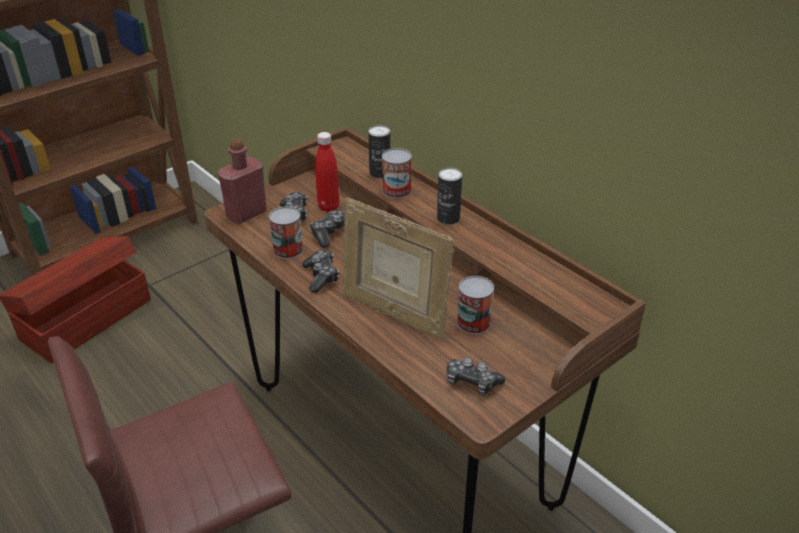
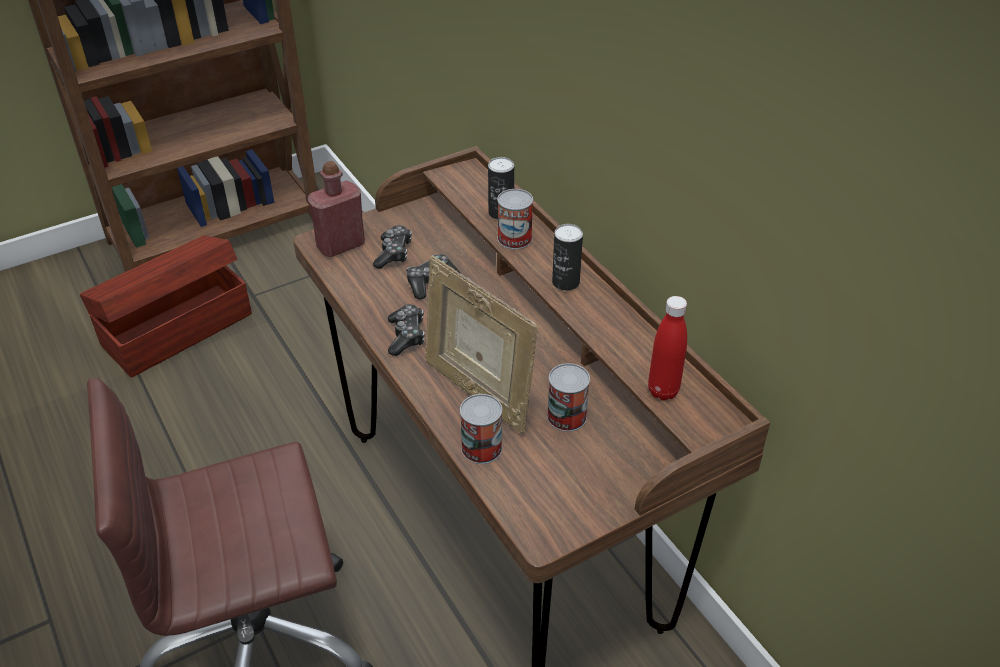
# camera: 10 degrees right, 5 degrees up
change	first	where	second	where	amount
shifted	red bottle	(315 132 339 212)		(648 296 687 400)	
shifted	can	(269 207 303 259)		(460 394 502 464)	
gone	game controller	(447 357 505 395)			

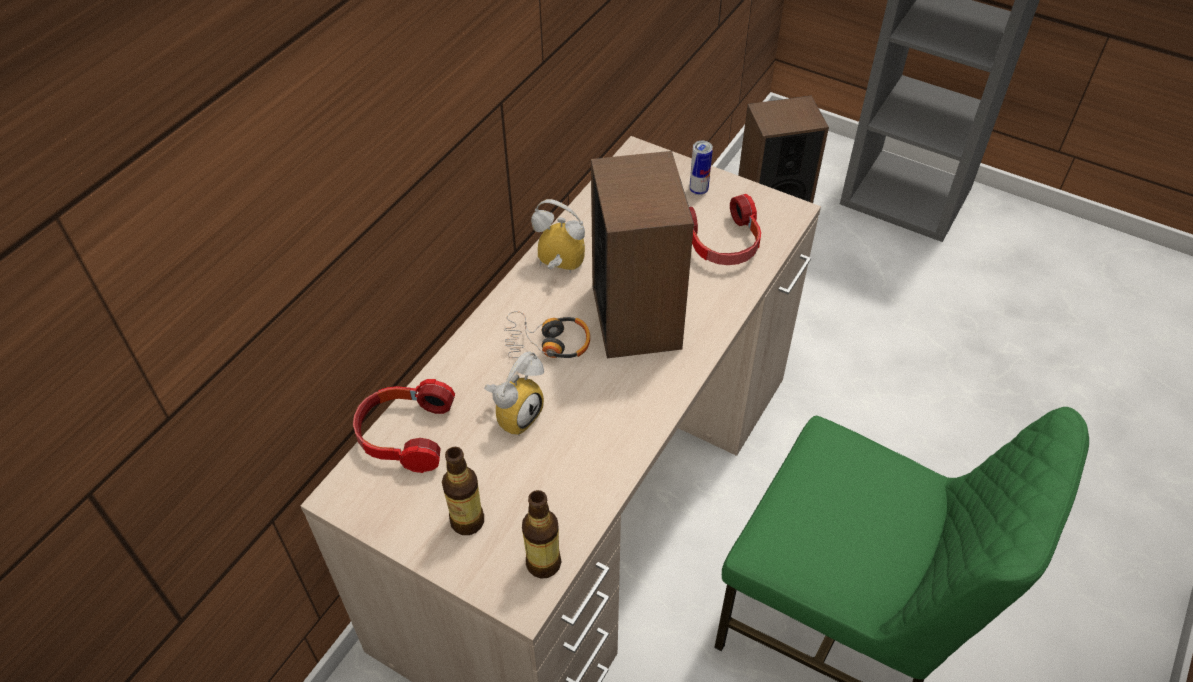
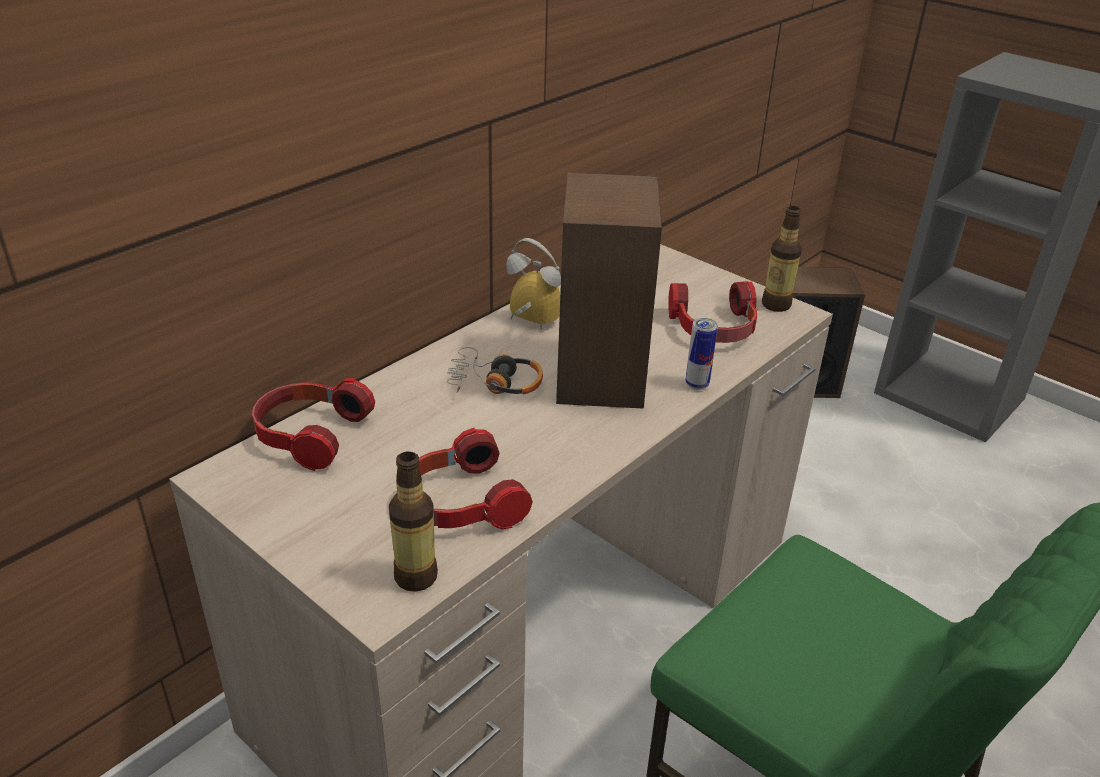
# camera: 10 degrees right, 15 degrees down
change	first	where	second	where	amount
shifted	can	(689 141 713 195)		(685 318 718 390)	
gone	alarm clock	(484 352 544 436)			
shifted	bottle	(442 447 484 535)		(762 206 802 312)	
new			headphones	(419 428 533 530)	

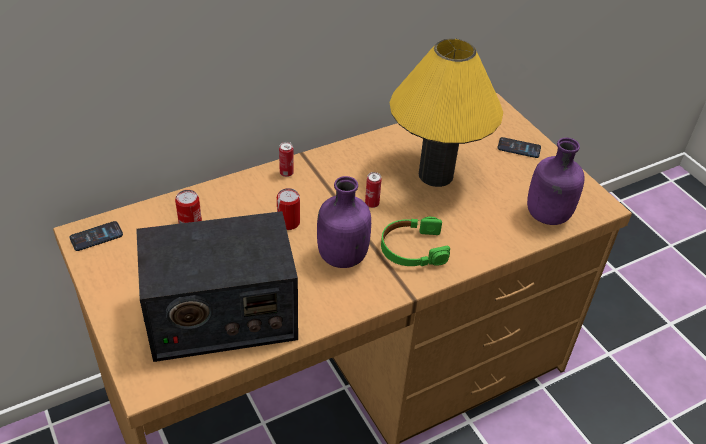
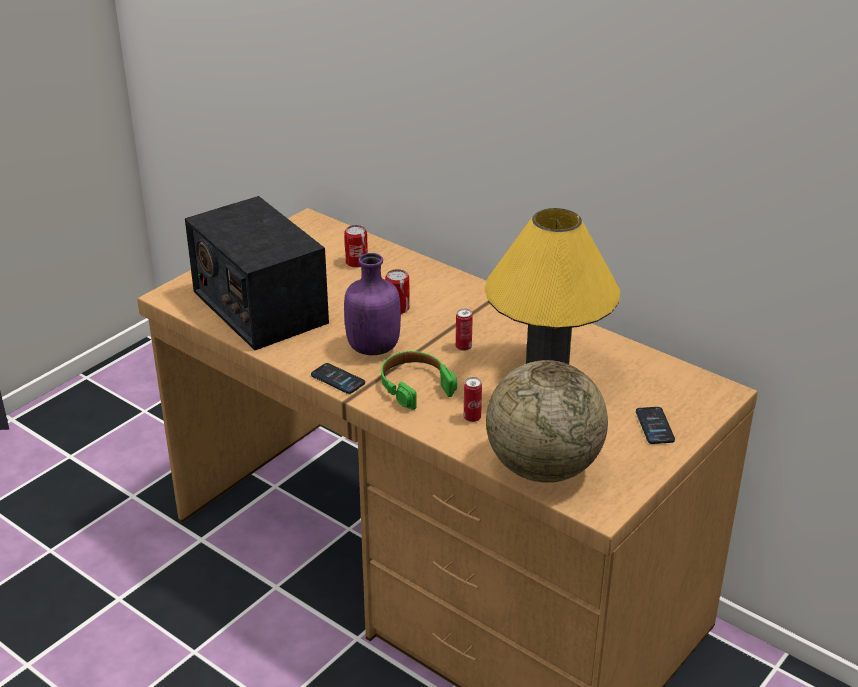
# camera: 70 degrees right, 10 degrees down
change	first	where	second	where	amount
swapped	purple bottle	(527 138 585 225)	globe	(486 360 608 483)	
shifted	can	(279 142 294 177)		(464 377 482 422)	
shifted	phone	(70 221 123 251)		(311 363 365 394)	

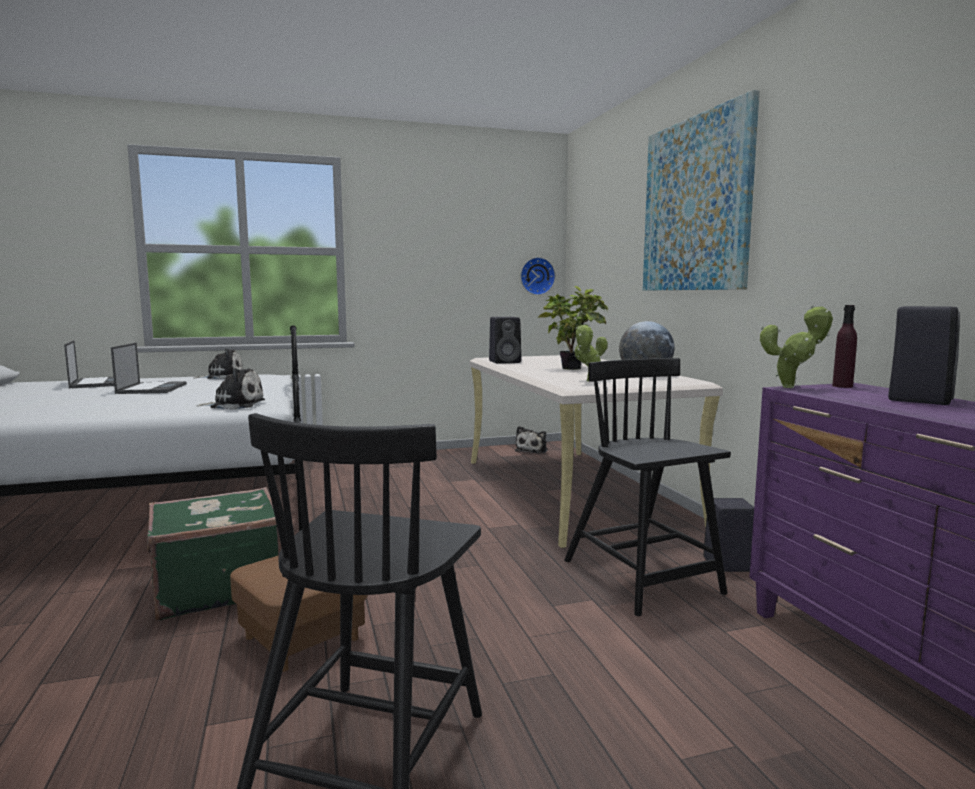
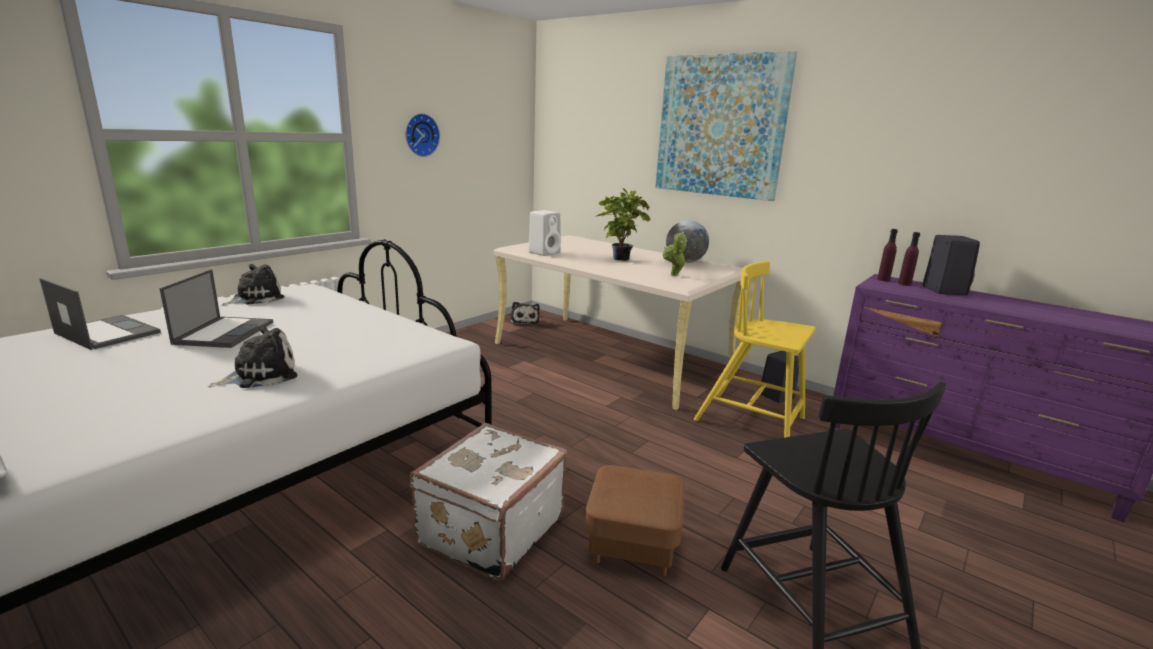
# camera: 35 degrees left, 10 degrees up
change	first	where	second	where	amount
shifted	wall clock	(521 257 555 295)		(405 113 440 157)	
gone	potted plant	(760 306 833 388)			
repainted	black speaker	(489 317 521 364)	white speaker	(529 210 561 256)	
rotated	laptop	(111 343 187 394)		(159 269 273 348)	45 degrees clockwise
repainted	black chair	(564 358 731 616)	yellow chair	(694 261 816 438)	
shifted	plush toy	(197 368 265 410)		(208 325 297 388)	
repainted	green suitcase	(147 487 282 621)	white suitcase	(410 423 567 581)	
new			purple bottle	(898 232 920 286)	

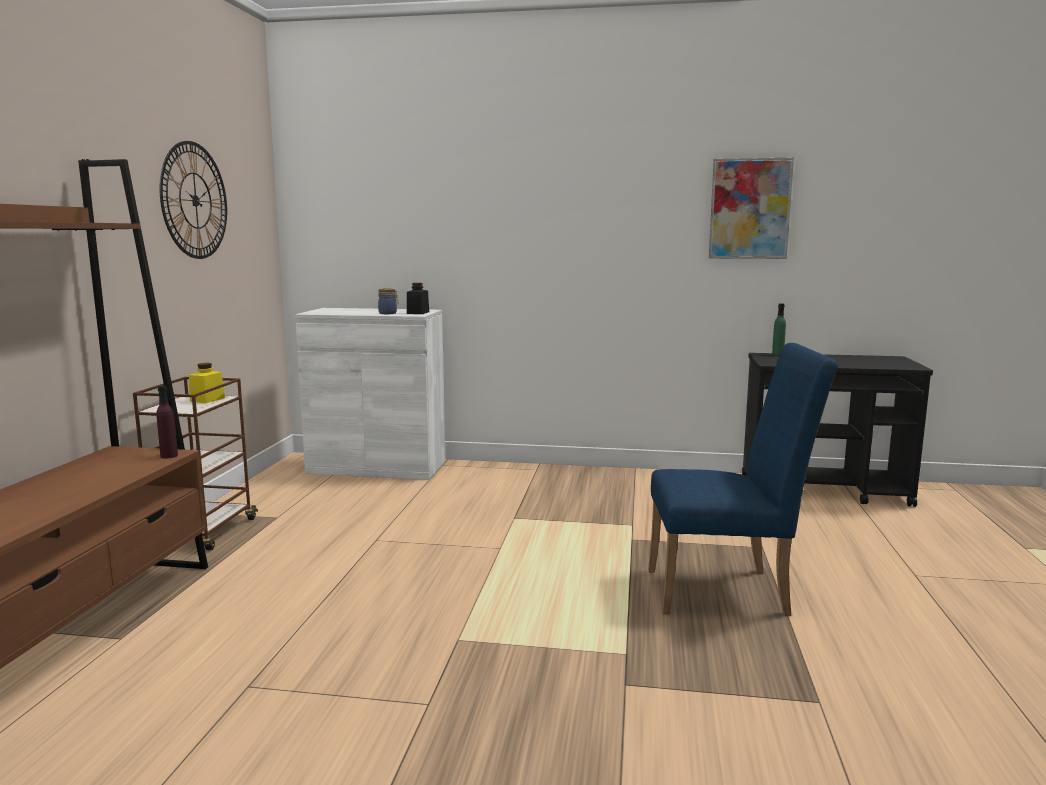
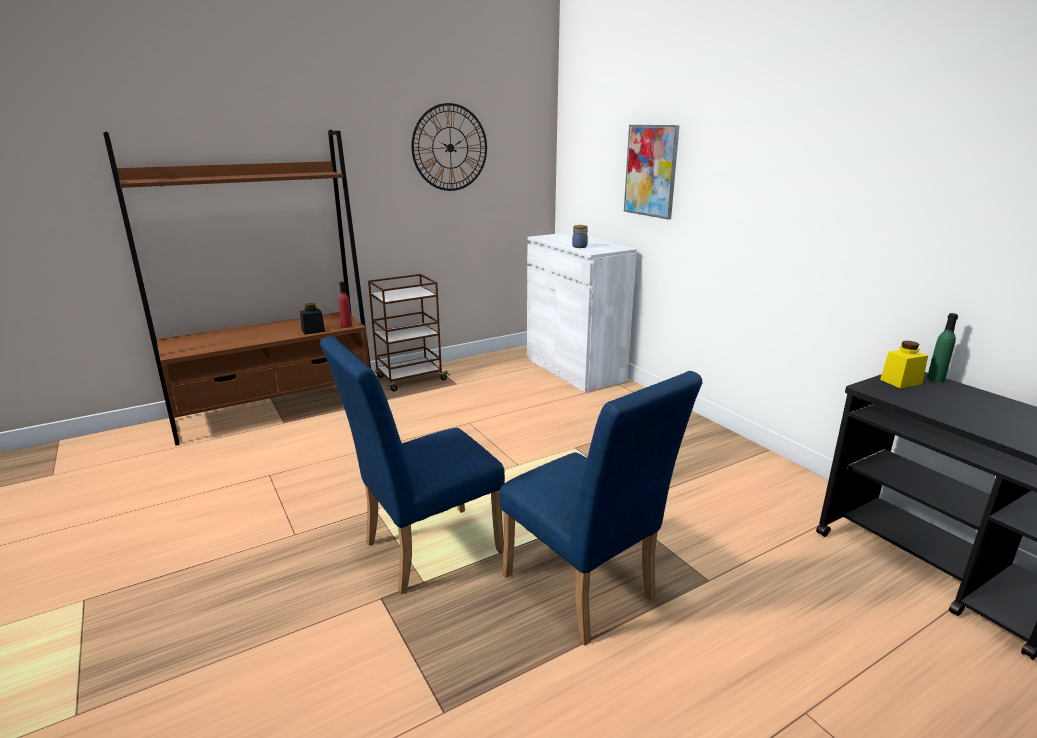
# camera: 50 degrees right, 10 degrees up
change	first	where	second	where	amount
shifted	picture	(709 158 794 259)		(624 125 680 220)	
shifted	black jar	(407 283 429 314)		(300 303 325 335)	
shifted	yellow jar	(189 363 225 403)		(880 341 928 388)	
repainted	purple bottle	(156 386 178 458)	red bottle	(339 282 352 328)	
new			blue chair	(320 336 505 594)	

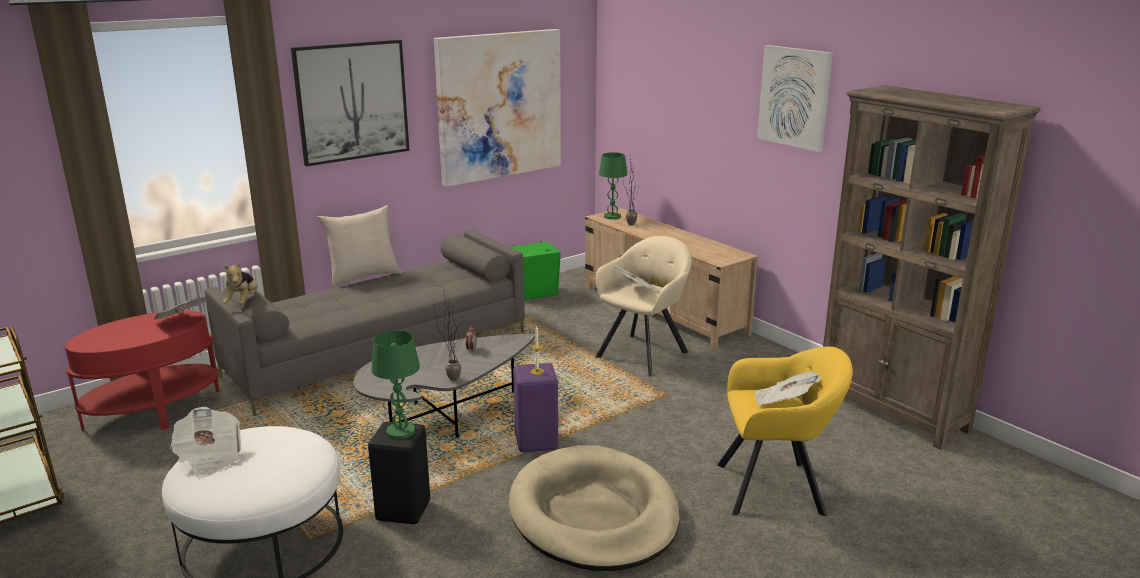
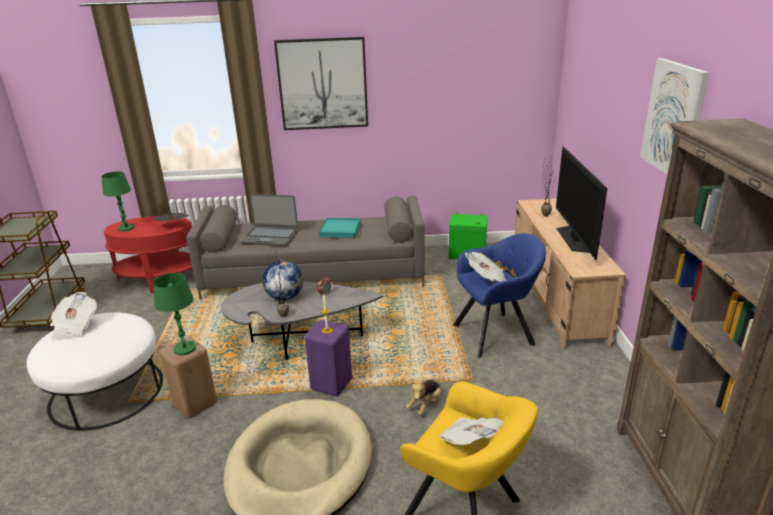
# camera: 35 degrees right, 5 degrees up
change	first	where	second	where	amount
gone	picture	(434 29 561 187)			
shifted	green table lamp	(599 152 628 219)		(101 171 134 232)	
gone	beige pillow	(318 205 402 287)			
repainted	beige armchair	(595 236 692 377)	blue armchair	(453 233 546 358)	
shifted	plush toy	(223 261 258 305)		(406 380 441 415)	
repainted	black stool	(368 421 430 524)	beige stool	(159 337 217 418)	
new			television	(556 147 607 260)	
new			laptop	(241 194 298 246)	
new			turquoise tray	(319 218 361 238)	
new			globe	(262 260 303 300)	

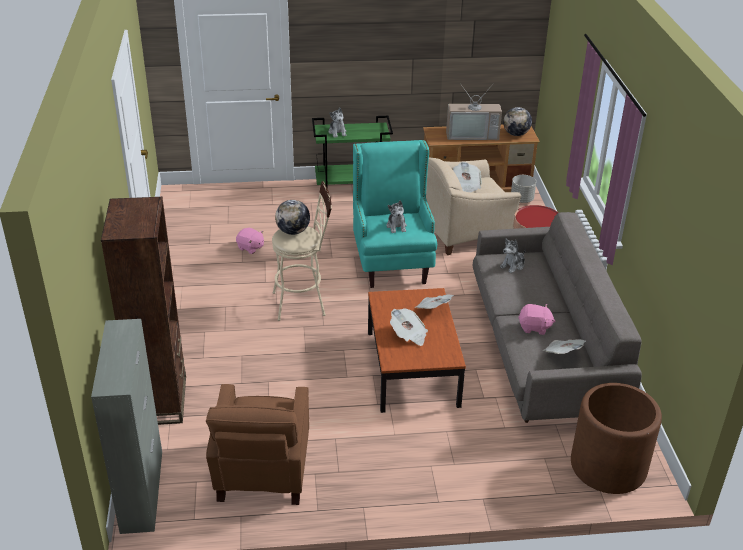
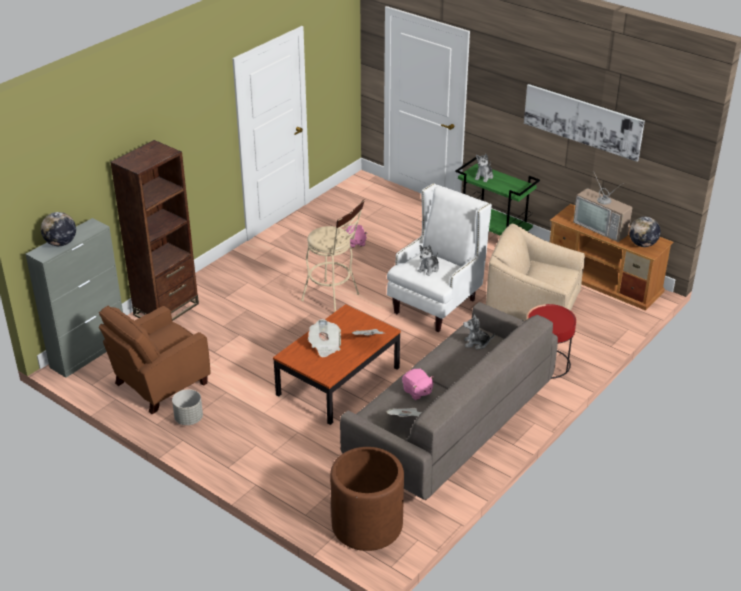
# camera: 45 degrees right, 0 degrees up
change	first	where	second	where	amount
repainted	turquoise armchair	(353 140 437 288)	white armchair	(387 183 492 332)	
gone	newspaper	(453 162 482 192)			
shifted	grey planter	(511 175 536 203)		(172 389 203 425)	
shifted	globe	(275 200 310 235)		(41 212 76 246)	
new			picture	(524 84 645 162)	

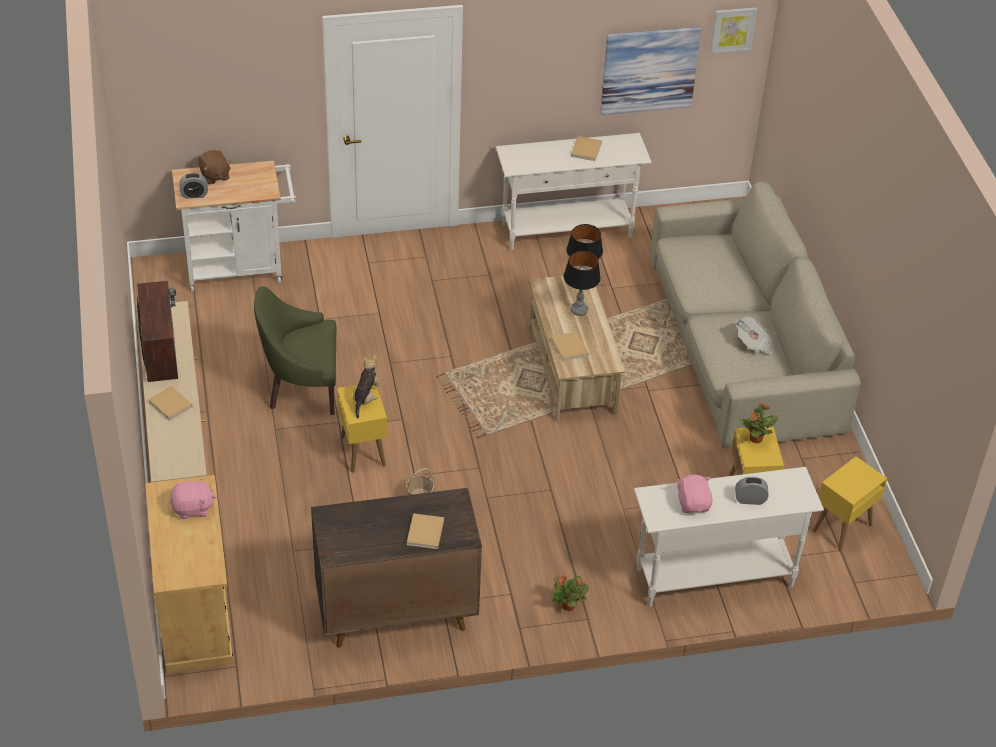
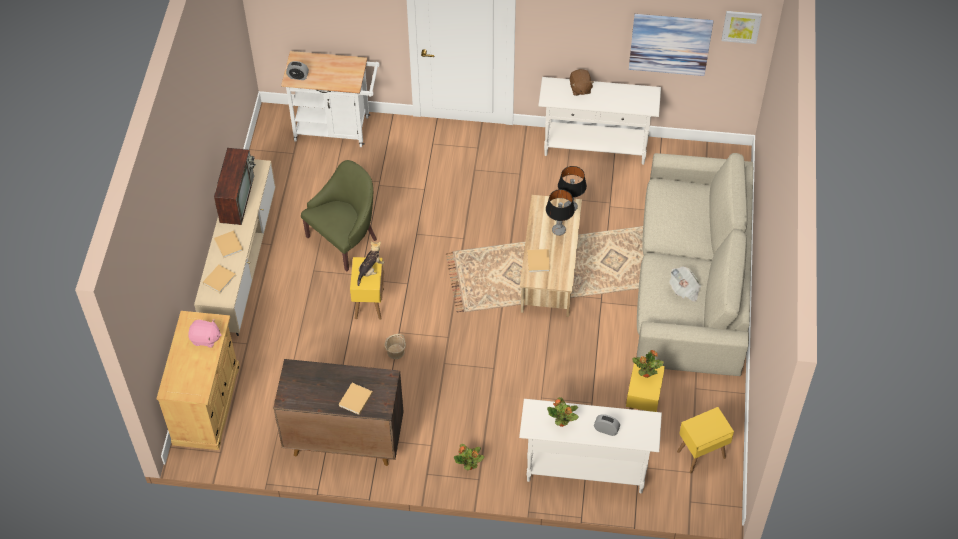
# camera: 20 degrees right, 10 degrees up
change	first	where	second	where	amount
shifted	beige book	(571 136 602 161)		(203 265 236 293)	
shifted	brown plush toy	(198 150 231 184)		(570 69 594 96)	
rotated	green armchair	(254 286 336 415)		(301 160 377 271)	120 degrees clockwise
swapped	pink plush toy	(676 475 713 513)	potted plant	(547 397 579 427)	

